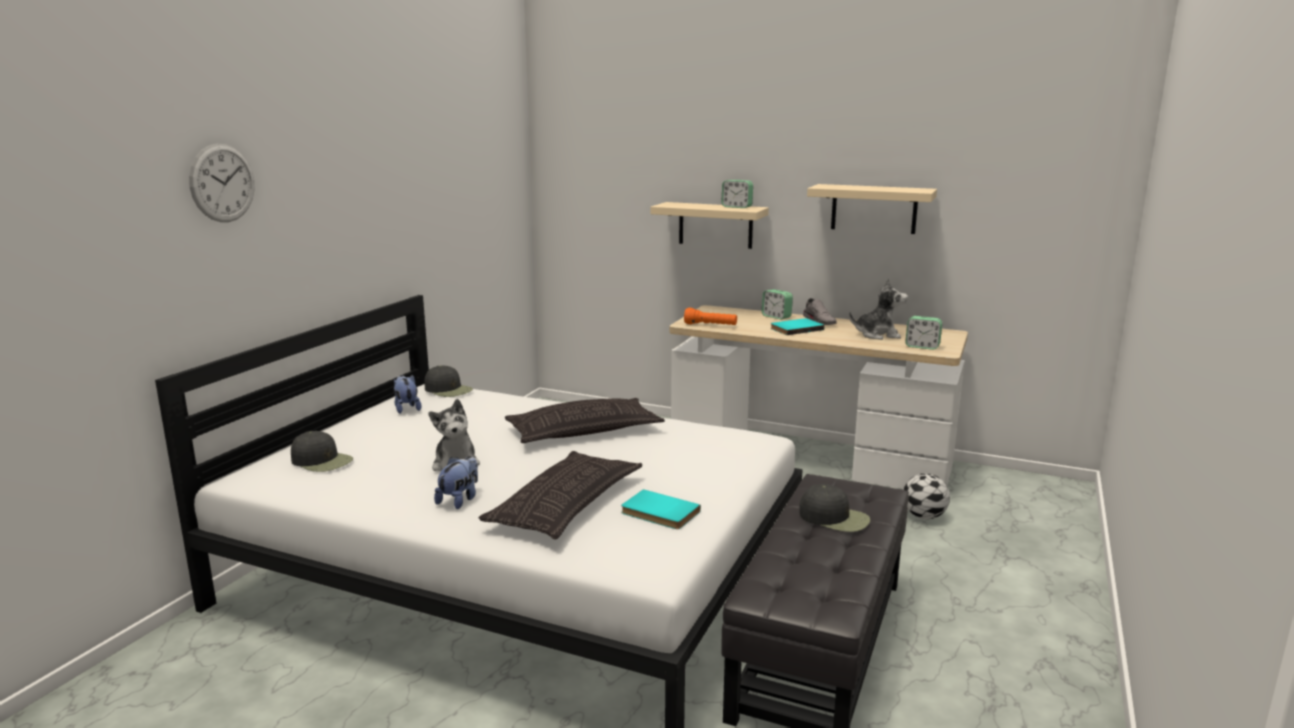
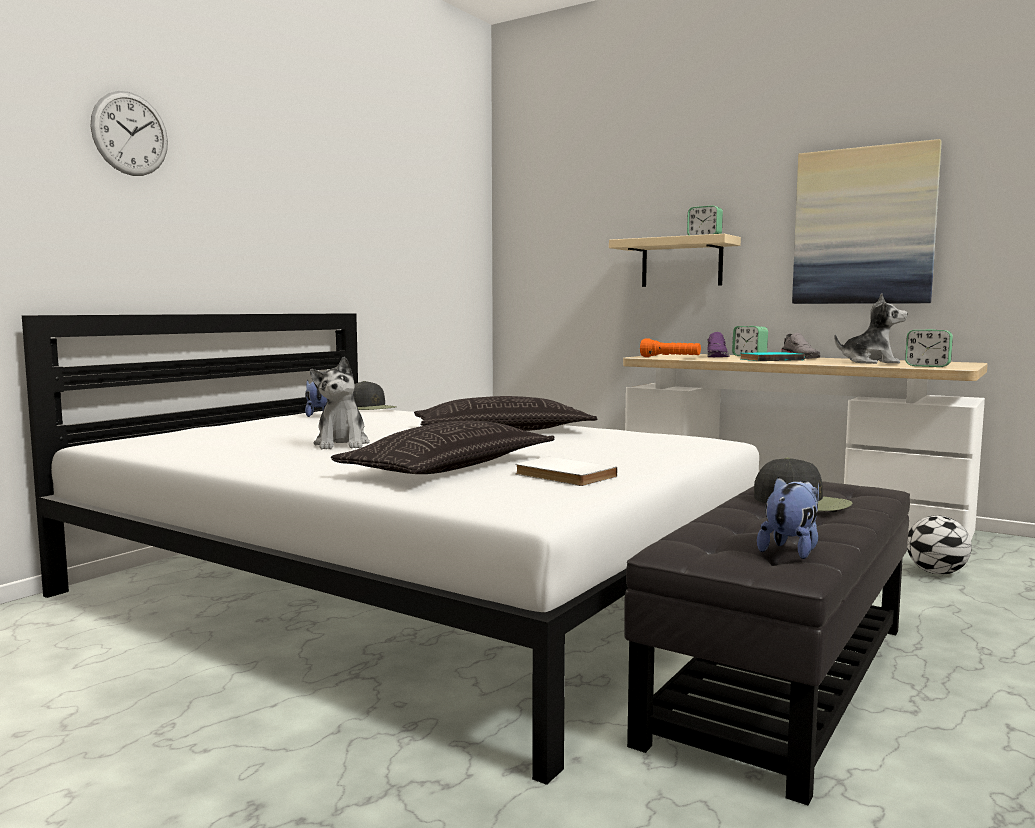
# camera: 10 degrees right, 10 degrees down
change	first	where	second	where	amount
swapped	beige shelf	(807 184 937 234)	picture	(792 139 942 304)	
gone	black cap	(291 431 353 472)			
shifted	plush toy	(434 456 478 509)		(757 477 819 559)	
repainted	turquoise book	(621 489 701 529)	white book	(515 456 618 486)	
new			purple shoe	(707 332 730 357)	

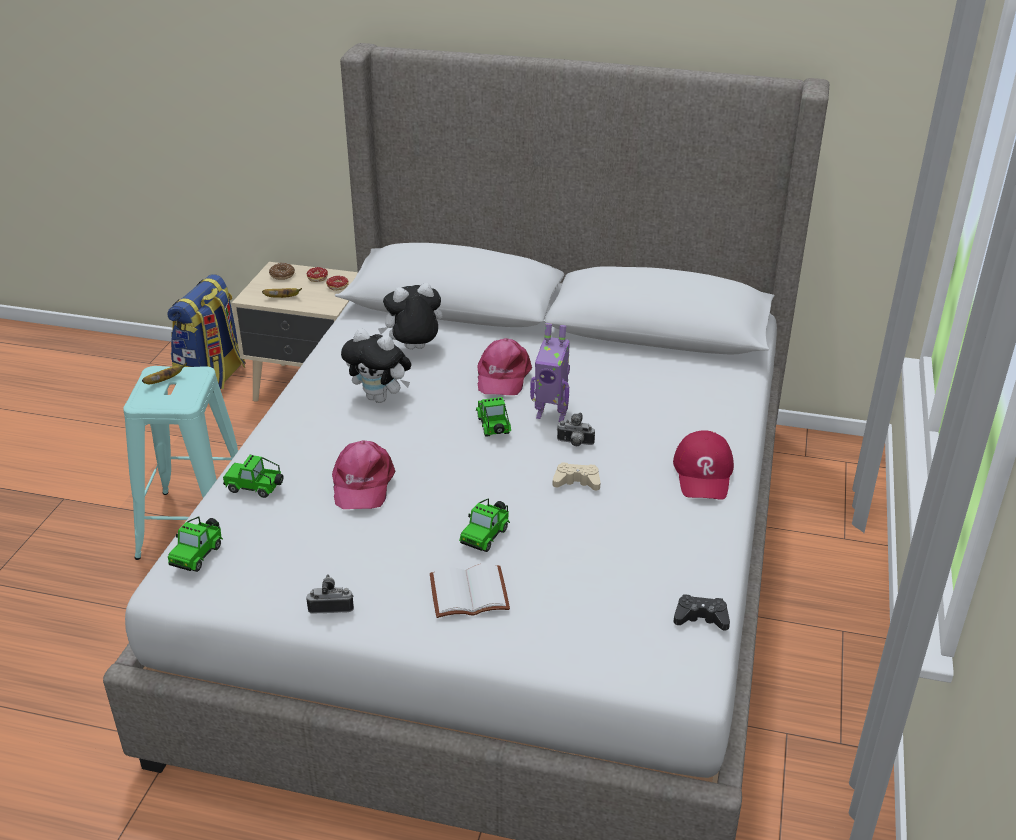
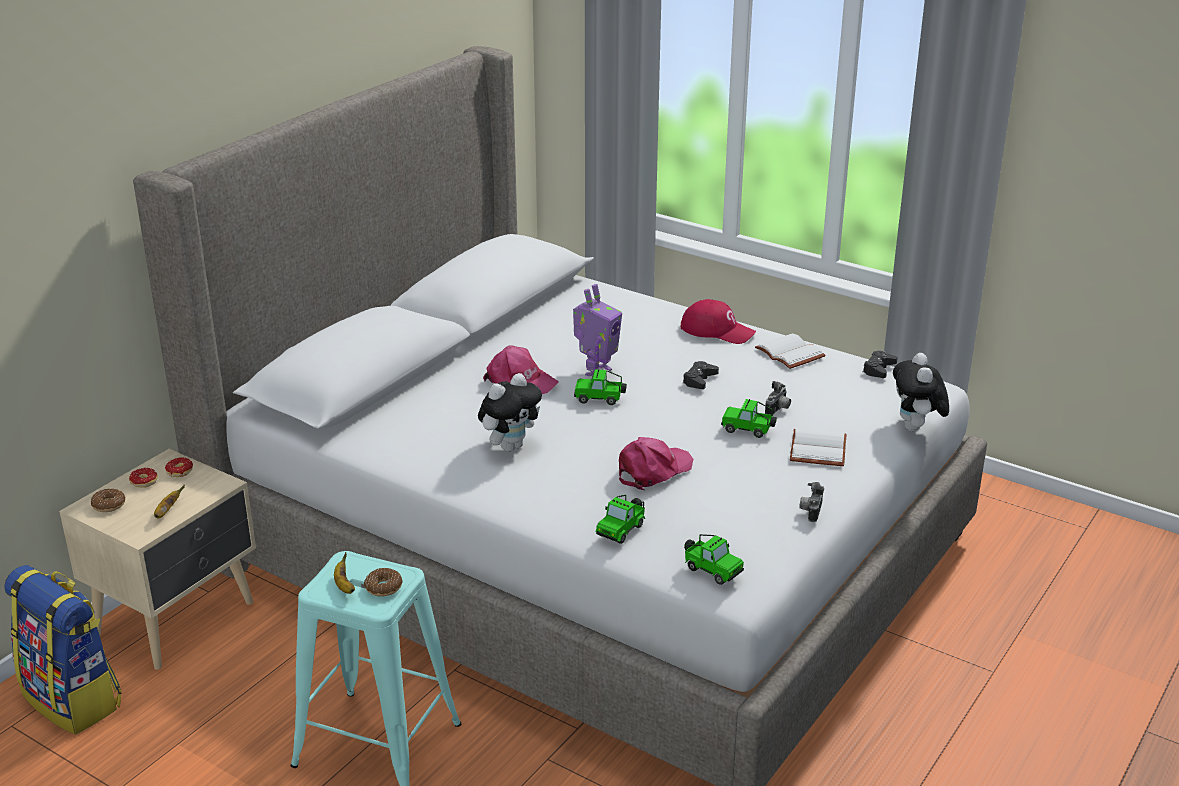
# camera: 70 degrees left, 5 degrees down
change	first	where	second	where	amount
shifted	plush toy	(378 283 443 349)		(893 353 949 431)	
shifted	photo camera	(557 413 595 446)		(765 381 791 415)	
rotated	pink cap	(332 440 396 509)		(619 437 693 490)	60 degrees counterclockwise
repainted	beige game controller	(553 462 600 490)	black game controller	(683 361 719 389)	
rotated	toy car	(459 498 510 552)		(721 399 777 438)	150 degrees clockwise
new			white book	(755 333 826 369)	
new			donut	(364 568 403 597)	

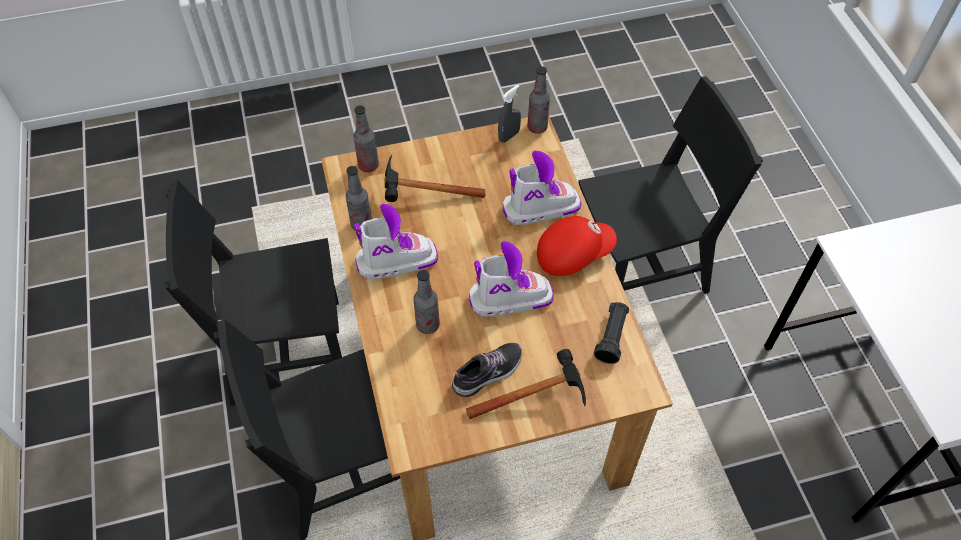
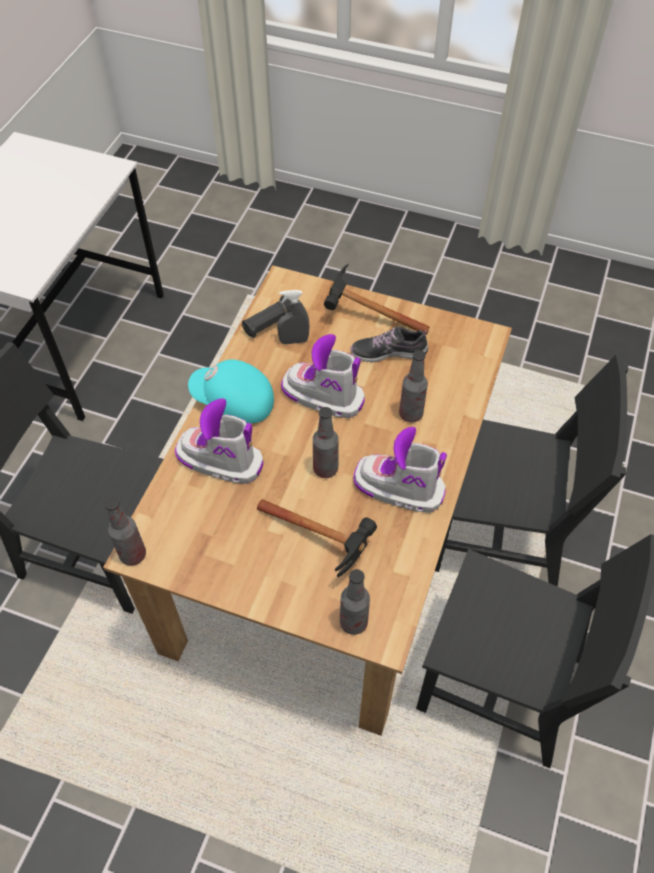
# camera: 145 degrees left, 0 degrees up
change	first	where	second	where	amount
shifted	grey spray bottle	(498 85 521 143)		(277 290 310 344)	
shifted	bottle	(346 166 372 232)		(313 407 339 478)	
repainted	red cap	(537 216 617 276)	turquoise cap	(188 360 274 423)	

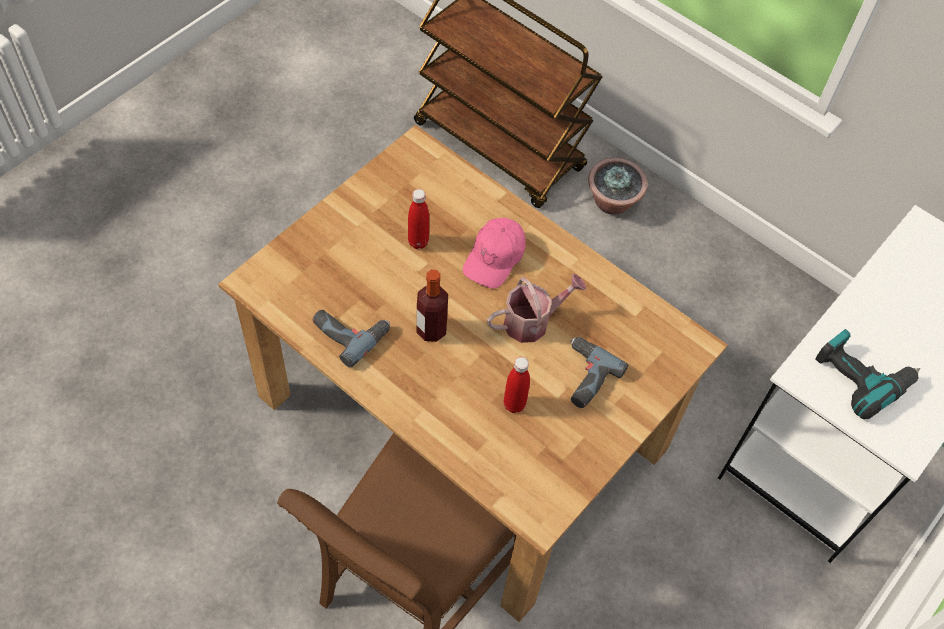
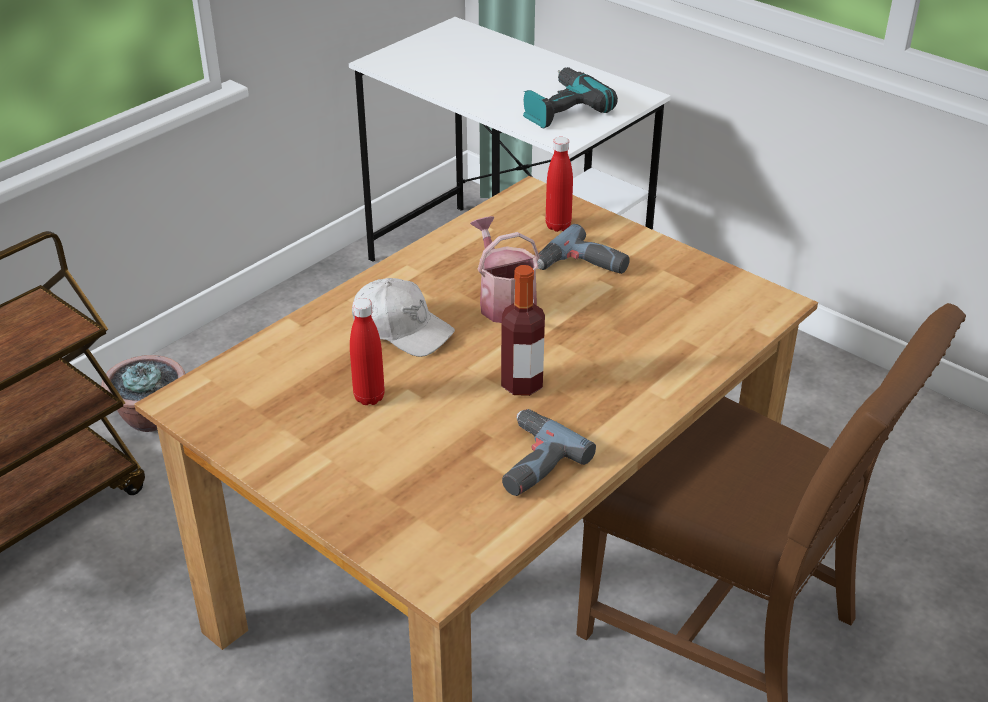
# camera: 85 degrees left, 20 degrees down
change	first	where	second	where	amount
repainted	pink cap	(463 218 526 288)	white cap	(352 278 455 357)	
shifted	red bottle	(504 357 530 413)		(545 137 573 232)	

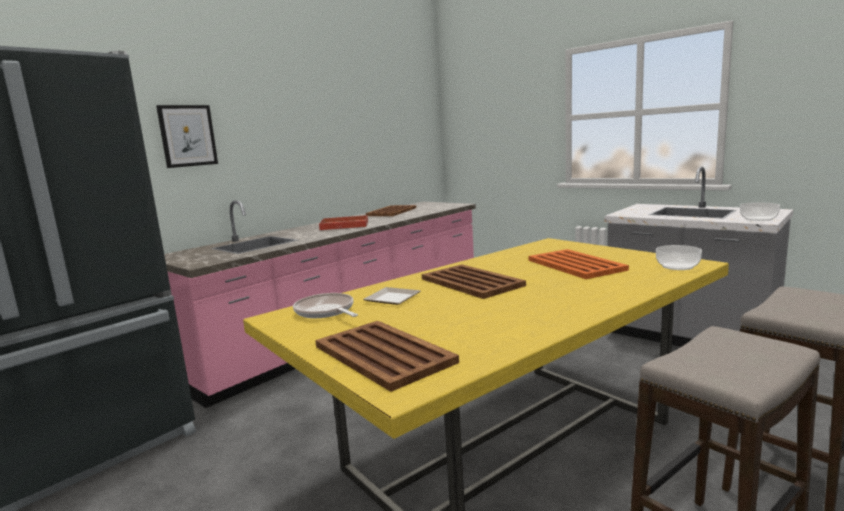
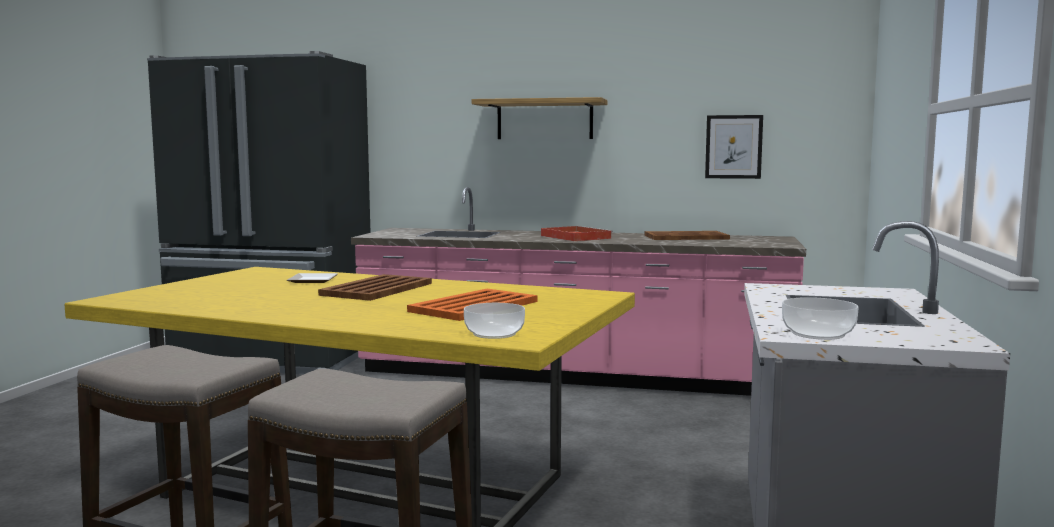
# camera: 60 degrees right, 5 degrees down
change	first	where	second	where	amount
shifted	picture	(156 105 218 168)		(705 115 763 179)	
gone	frying pan	(293 293 358 318)			
gone	brown tray	(315 321 459 392)			
new			shelf	(472 97 608 139)	

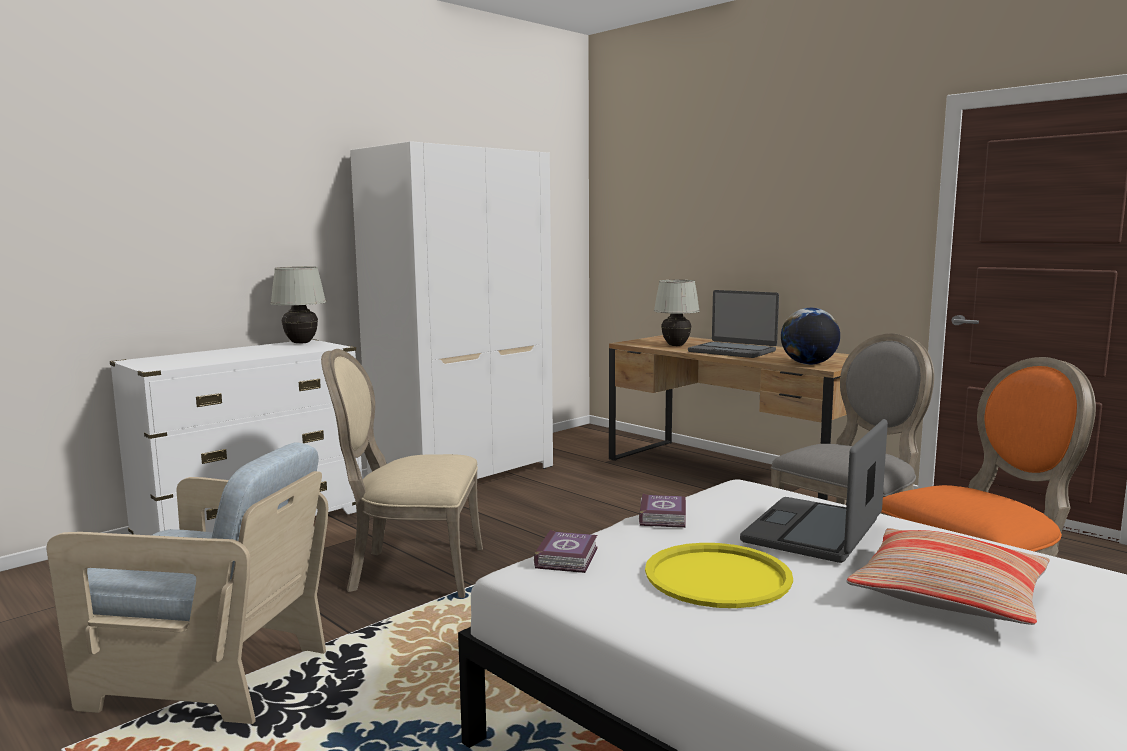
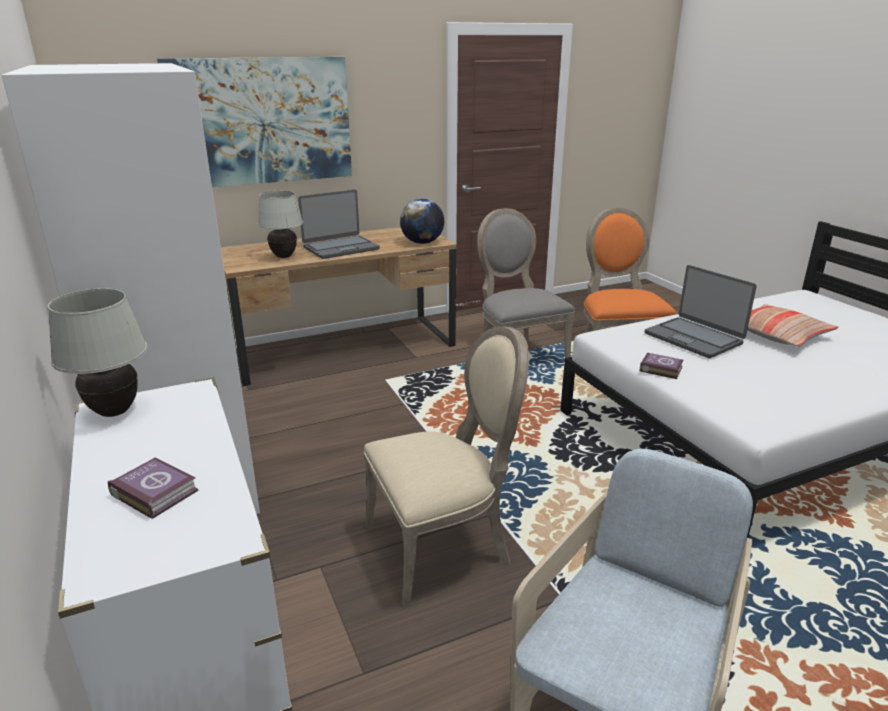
# camera: 70 degrees left, 15 degrees up
change	first	where	second	where	amount
rotated	beige chair	(321 349 483 598)		(364 327 529 608)	135 degrees counterclockwise
shifted	book	(534 529 597 573)		(108 457 199 519)	
gone	yellow tray	(645 543 793 608)			
new			picture	(157 57 352 187)	

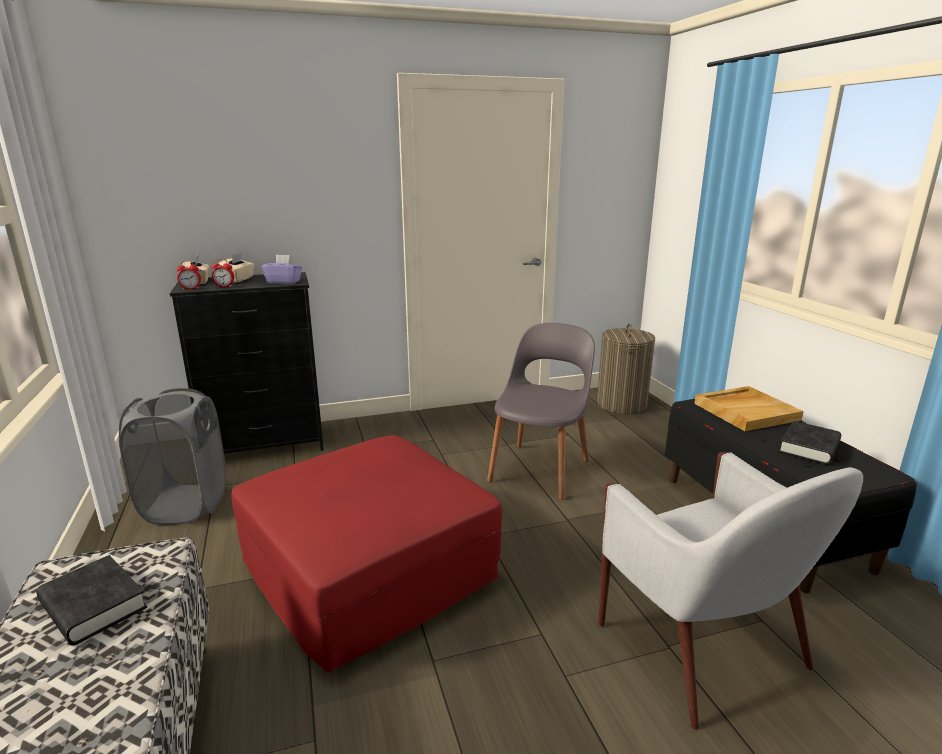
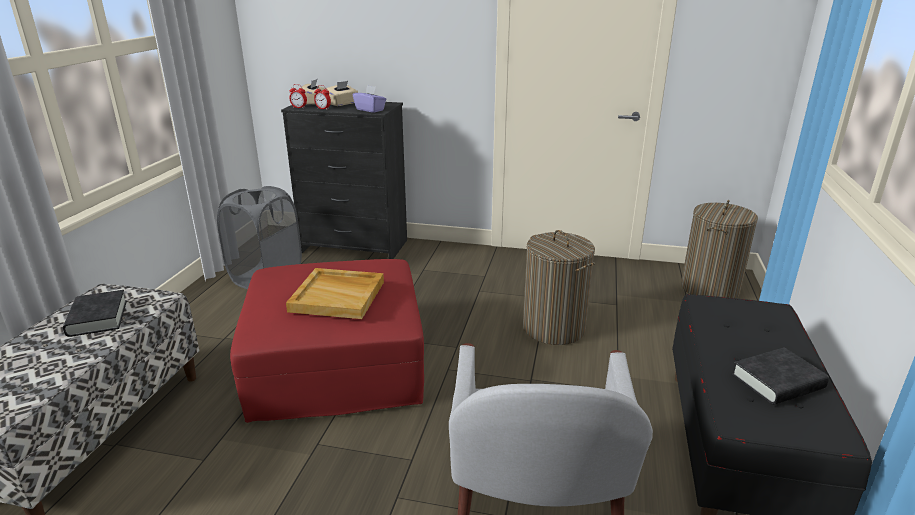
# camera: 30 degrees right, 5 degrees up
change	first	where	second	where	amount
swapped	grey chair	(487 323 595 500)	laundry basket	(523 230 595 345)	
shifted	beige tray	(694 386 804 431)		(286 268 384 319)	

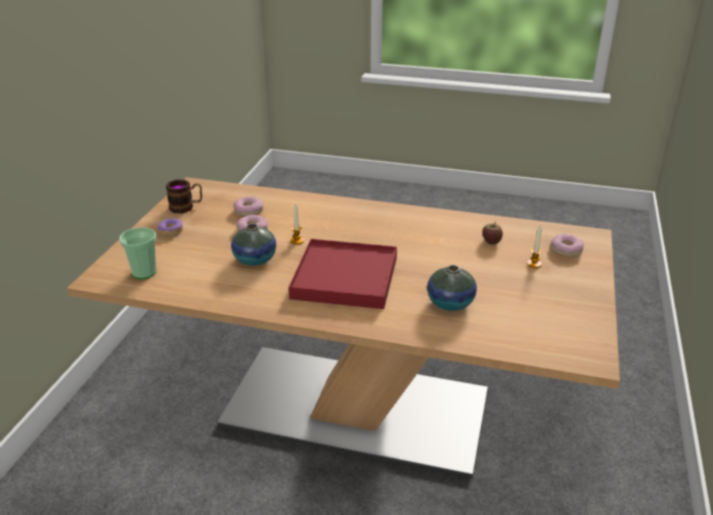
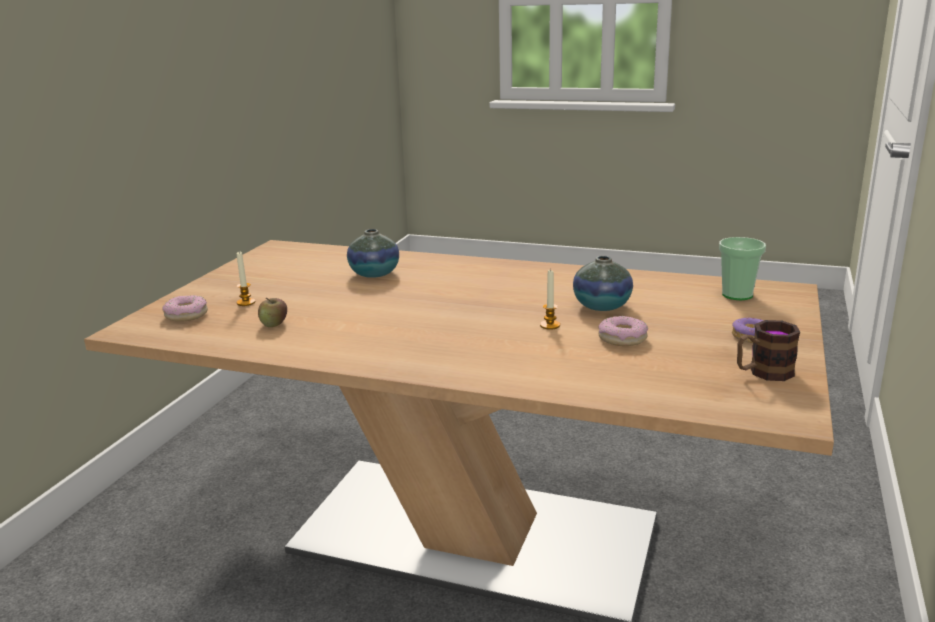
# camera: 175 degrees left, 10 degrees down
change	first	where	second	where	amount
gone	donut	(233 196 264 216)			
gone	red tray	(289 239 397 309)			

